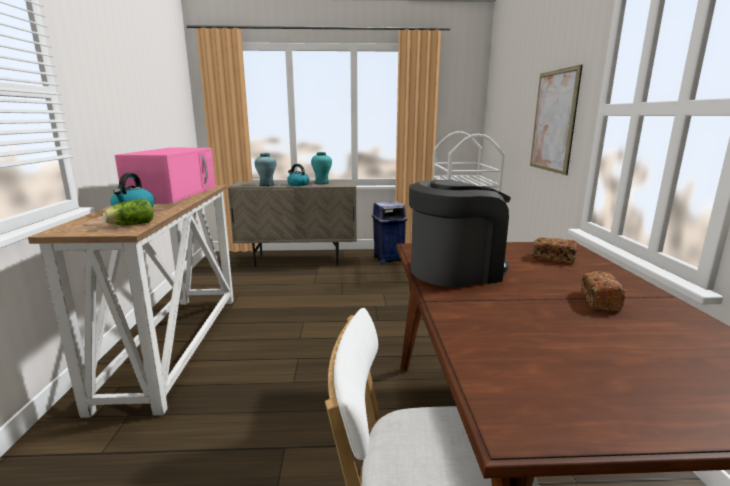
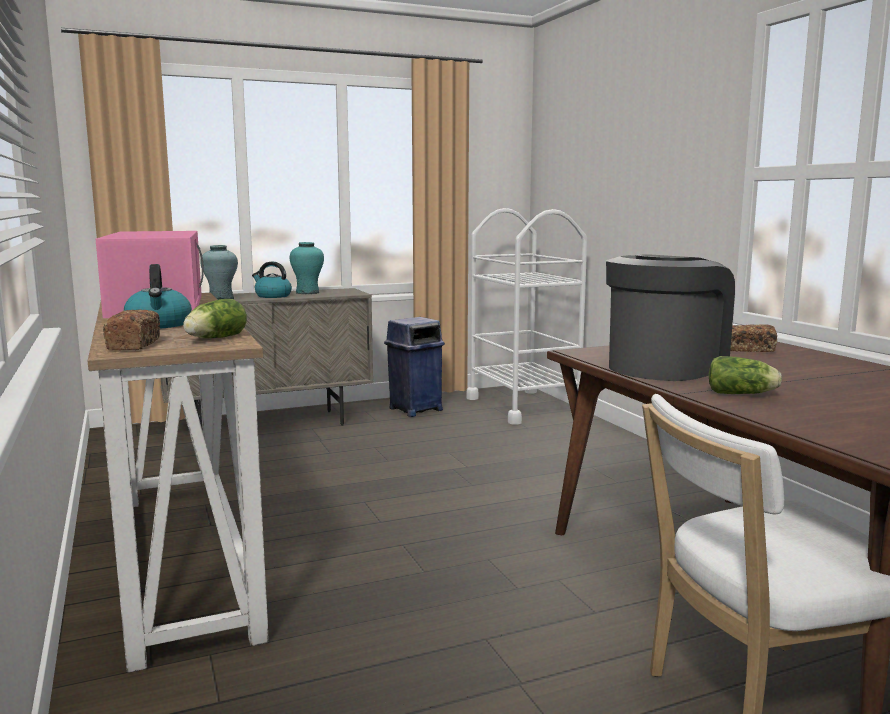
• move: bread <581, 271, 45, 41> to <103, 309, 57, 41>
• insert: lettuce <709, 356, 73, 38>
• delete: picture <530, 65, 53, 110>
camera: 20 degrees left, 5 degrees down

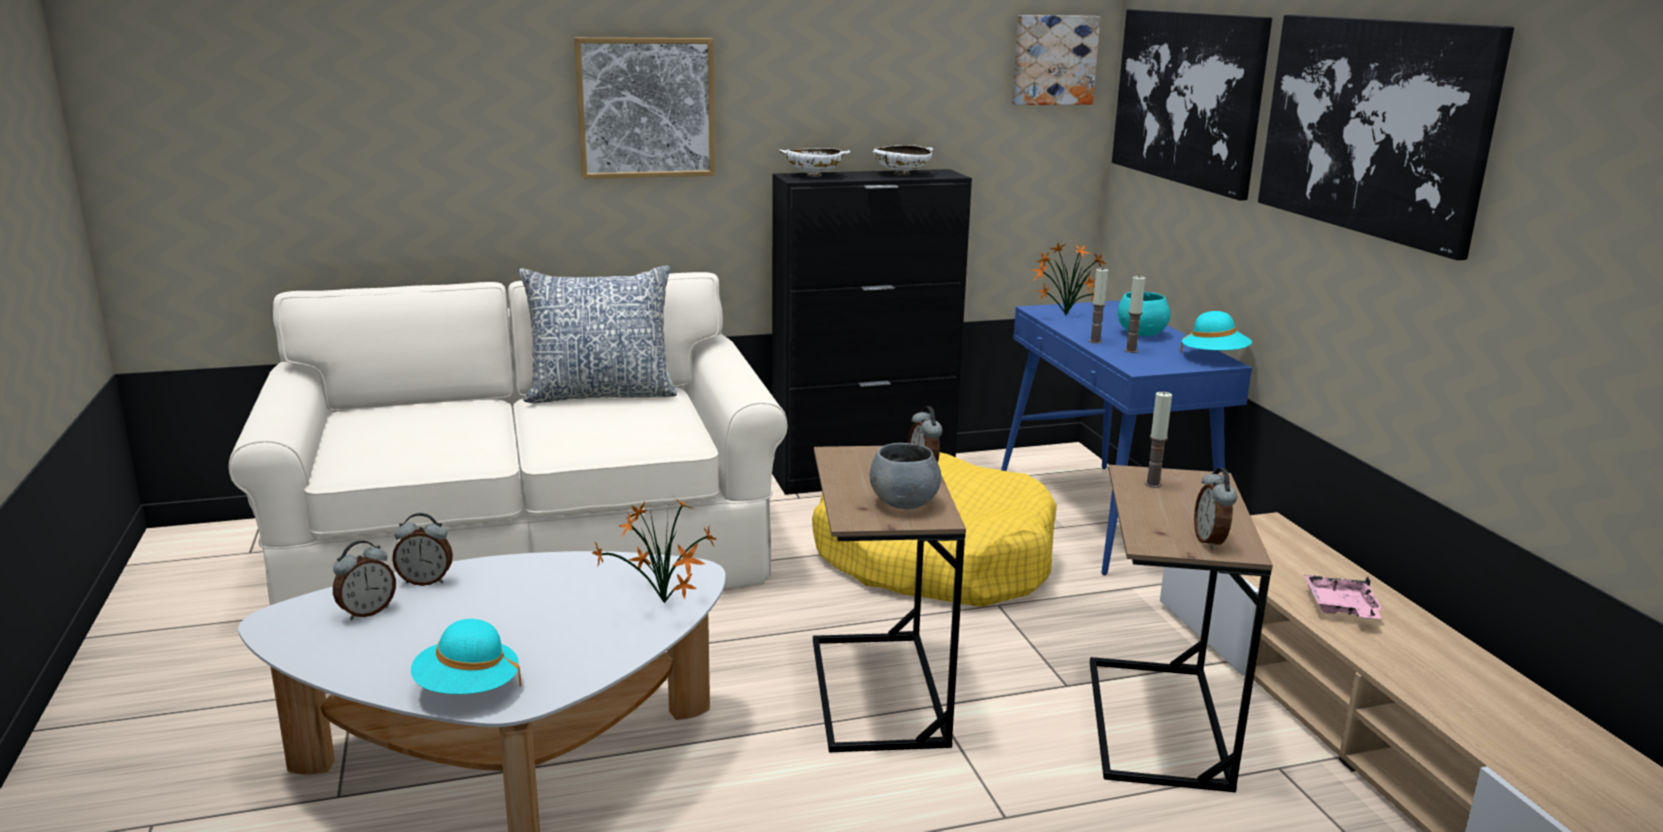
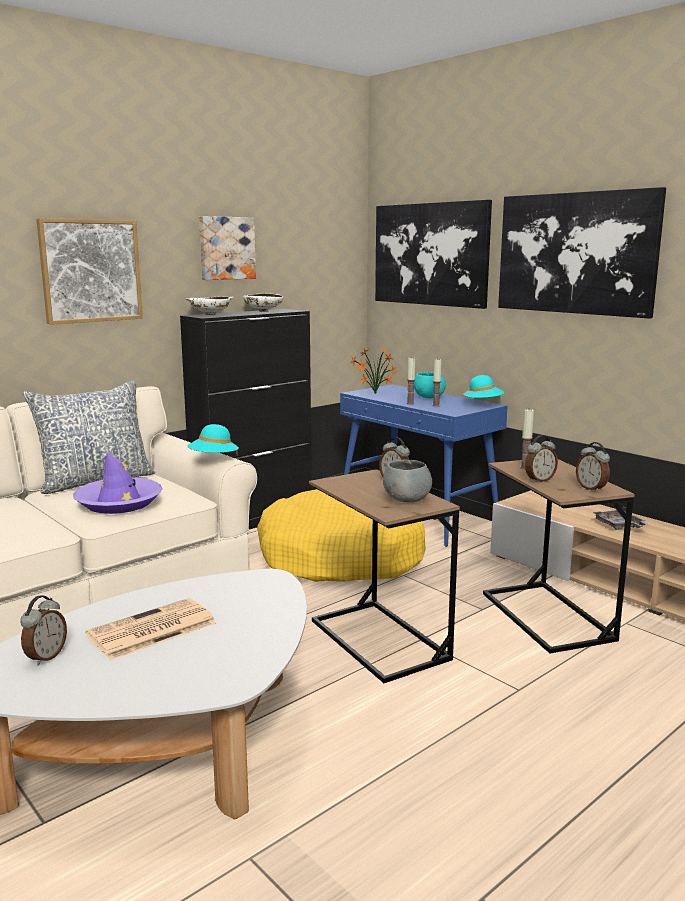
• insert: hat (purple) <73, 453, 89, 61>
• insert: newspaper <85, 598, 131, 62>
• move: hat (turquoise) <411, 619, 110, 75> to <187, 424, 52, 32>
• move: picture <1012, 15, 89, 90> to <199, 216, 57, 64>
• move: alarm clock <392, 513, 61, 73> to <525, 435, 33, 48>
• recolor: tray (pink) <1304, 575, 79, 44> to tray (grey) <592, 507, 57, 23>
• delete: potted plant <592, 497, 124, 106>
camera: 25 degrees left, 5 degrees down

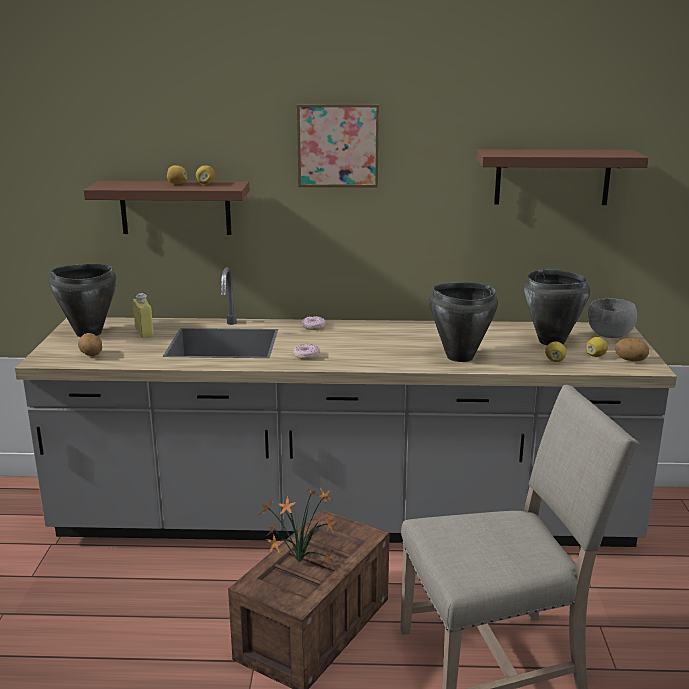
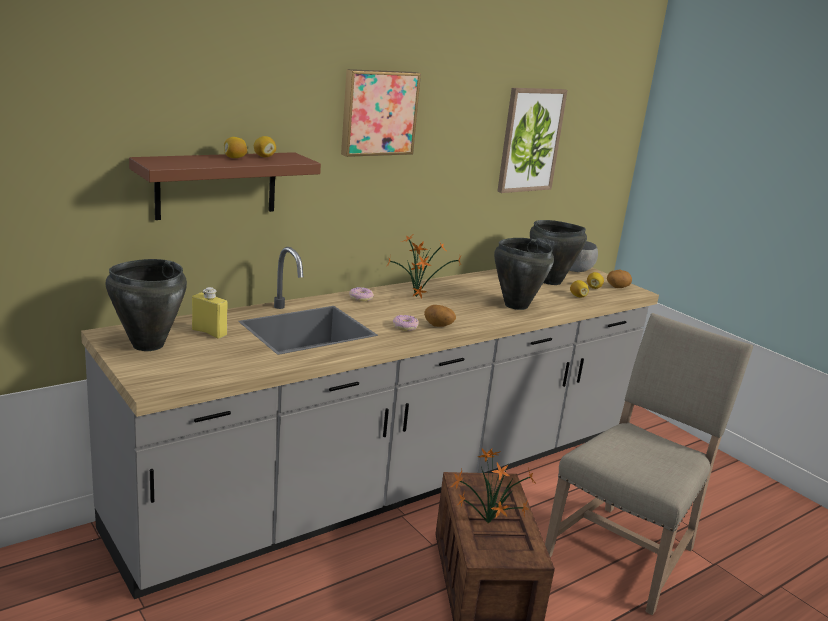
• insert: potted plant <387, 233, 74, 66>
• move: potato <78, 333, 24, 23> to <424, 305, 32, 22>
• replace: shelf (brown) <476, 149, 173, 56> to picture <497, 88, 71, 105>
camera: 40 degrees left, 0 degrees up

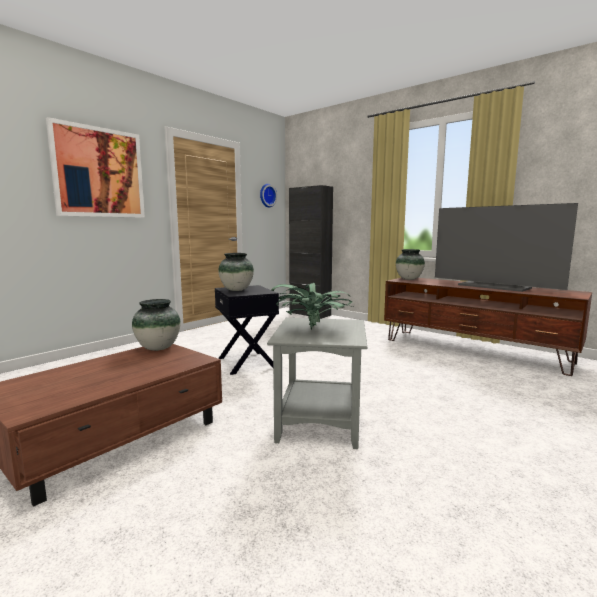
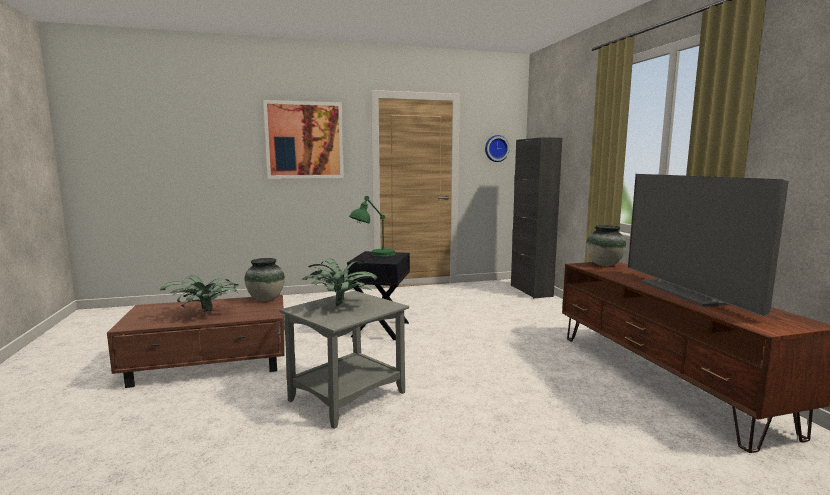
• insert: potted plant <160, 276, 79, 38>
• replace: vase <218, 253, 36, 38> to table lamp (green) <349, 196, 46, 61>
camera: 35 degrees right, 0 degrees up

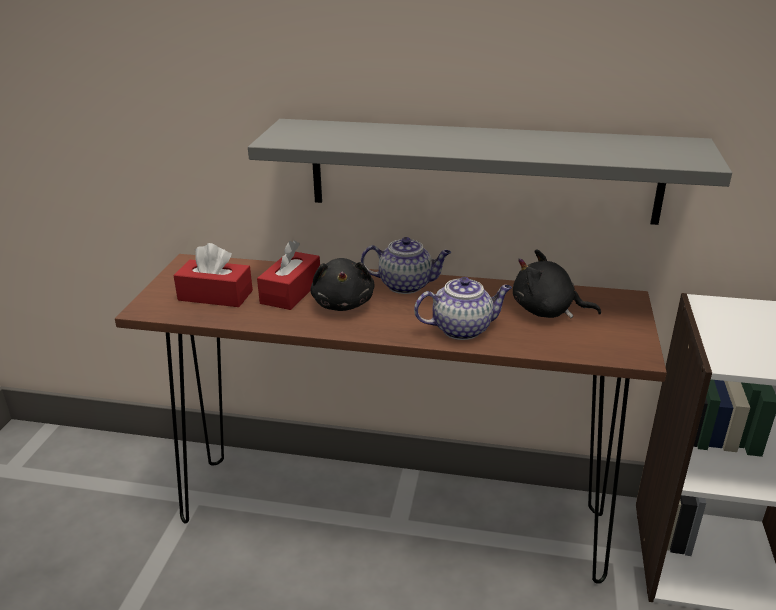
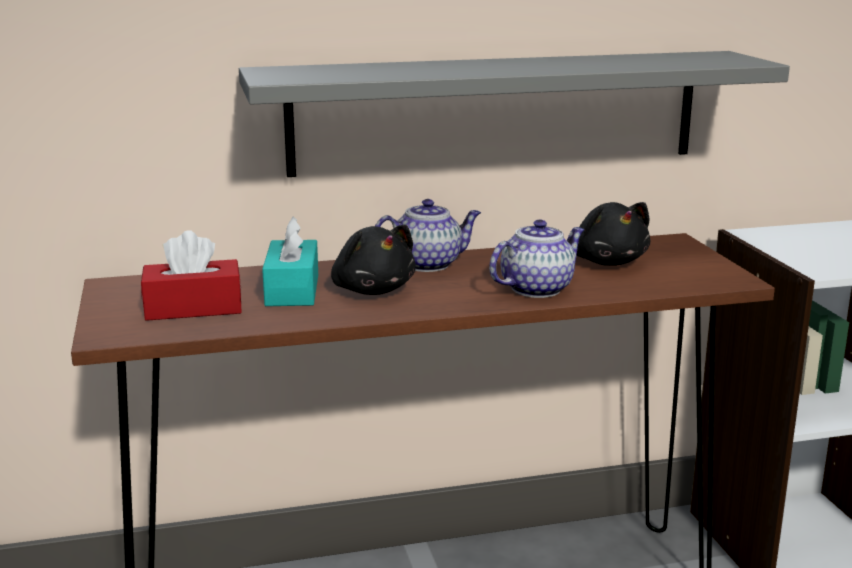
• recolor: tissue box (red) <257, 241, 63, 69> to tissue box (turquoise) <262, 217, 56, 89>
• rotate: plush toy (black) <513, 249, 88, 69> = <577, 202, 73, 64> 105 degrees counterclockwise
camera: 25 degrees left, 10 degrees down

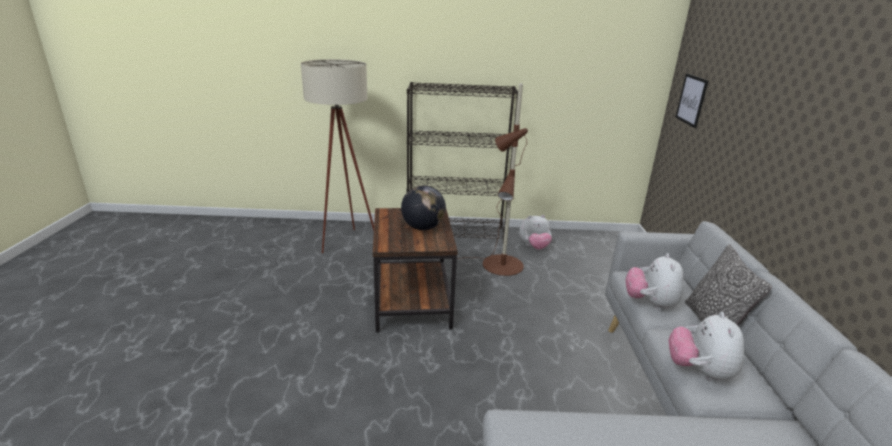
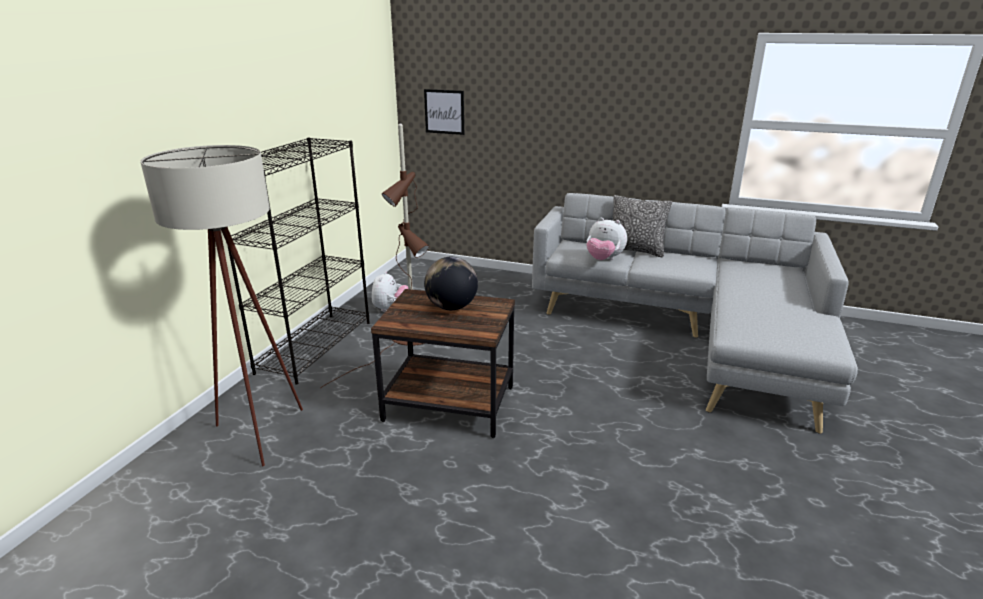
• delete: plush toy <669, 312, 75, 70>
camera: 70 degrees left, 0 degrees up

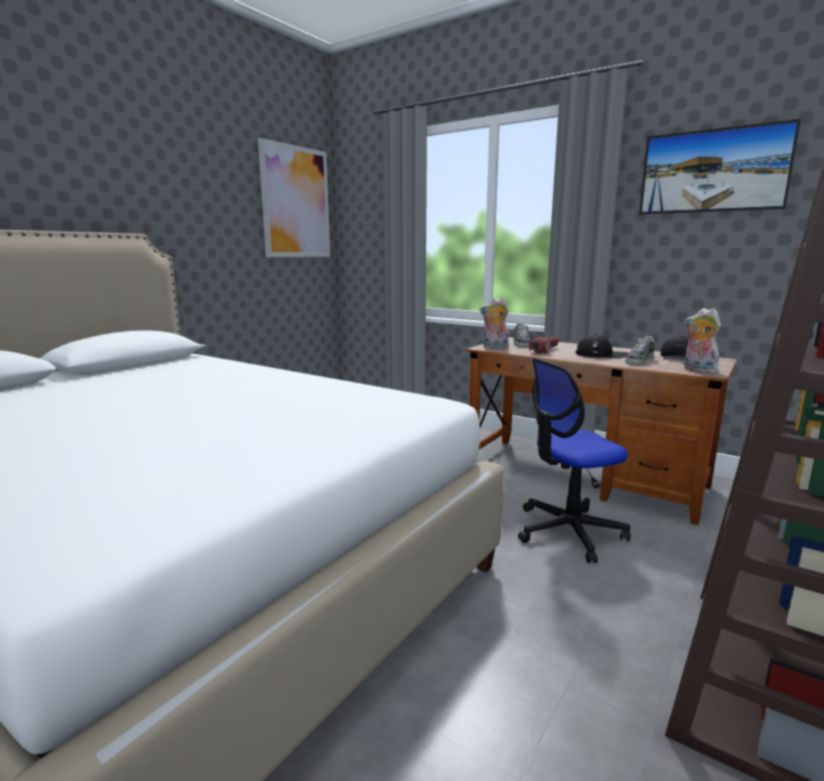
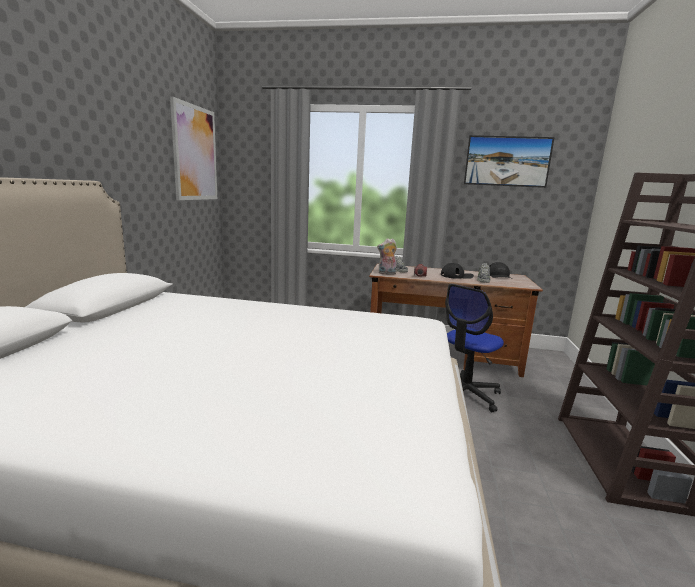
• delete: plush toy <684, 308, 37, 65>
camera: 25 degrees left, 0 degrees up

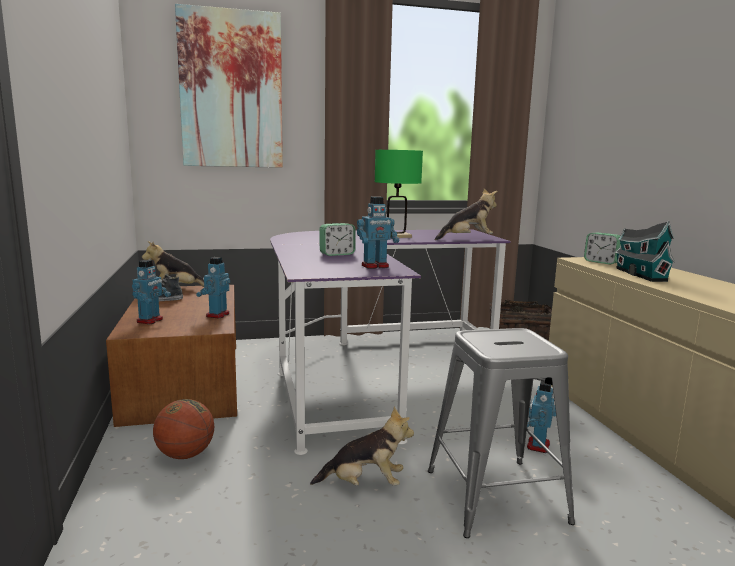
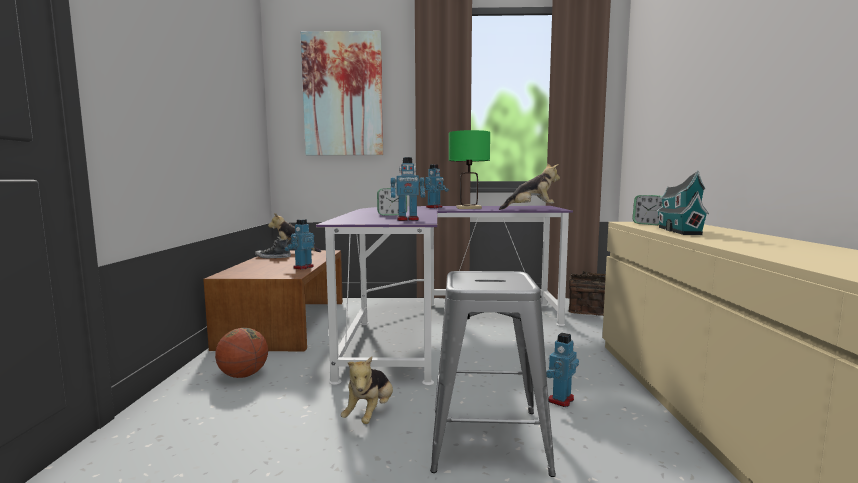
• rotate: plush toy <310, 407, 104, 79> = <341, 356, 52, 68> 90 degrees clockwise
• move: toy robot <132, 260, 39, 64> to <425, 164, 24, 44>
camera: 15 degrees right, 5 degrees down

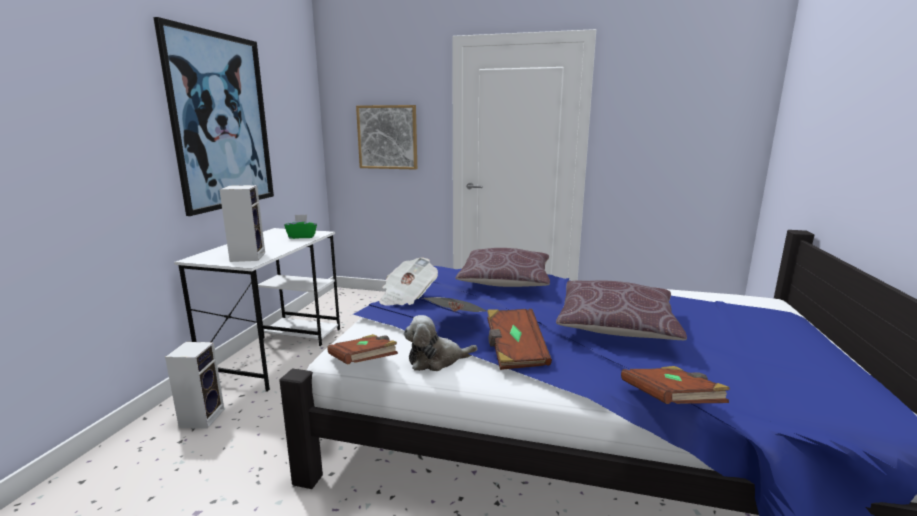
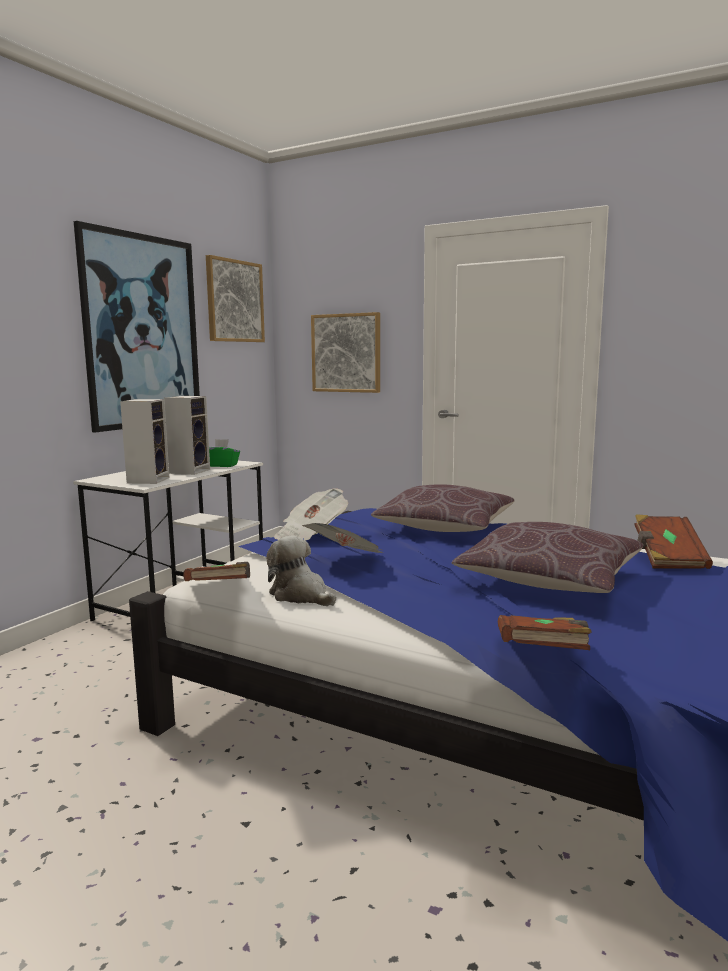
• move: speaker <165, 342, 60, 87> to <164, 396, 46, 79>
• insert: picture <206, 255, 59, 87>
• rotate: plush toy <404, 315, 73, 56> = <266, 535, 70, 71> 45 degrees clockwise
• move: book (brown) <487, 309, 65, 61> to <635, 514, 78, 55>
camera: 15 degrees right, 5 degrees down

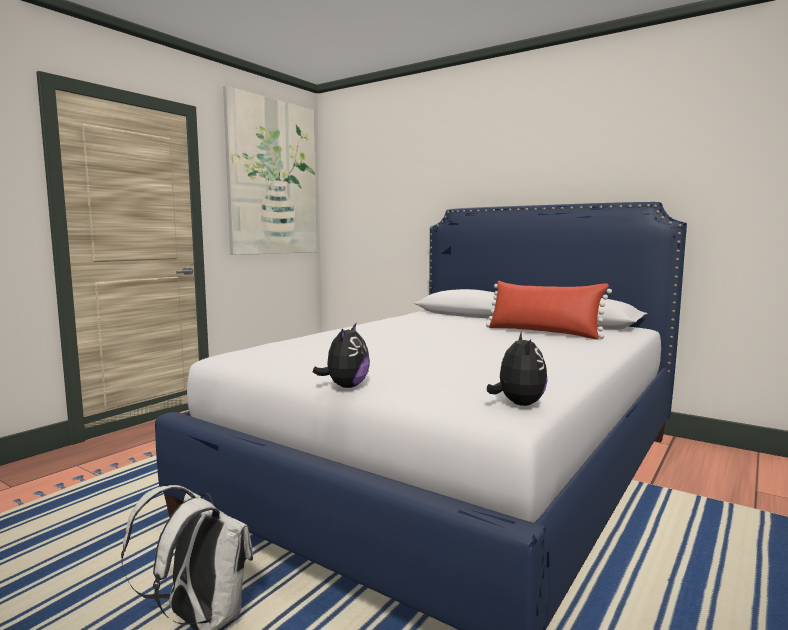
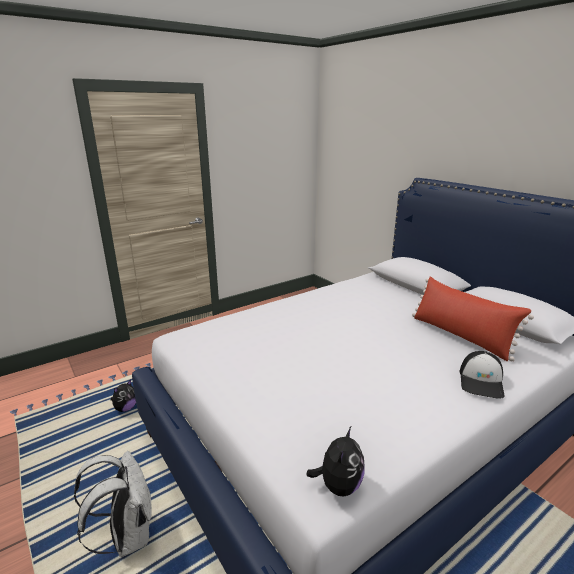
• move: plush toy <313, 323, 57, 65> to <111, 379, 25, 33>
• insert: cap <460, 351, 45, 48>
• delete: picture <223, 86, 94, 169>
camera: 20 degrees right, 15 degrees up

